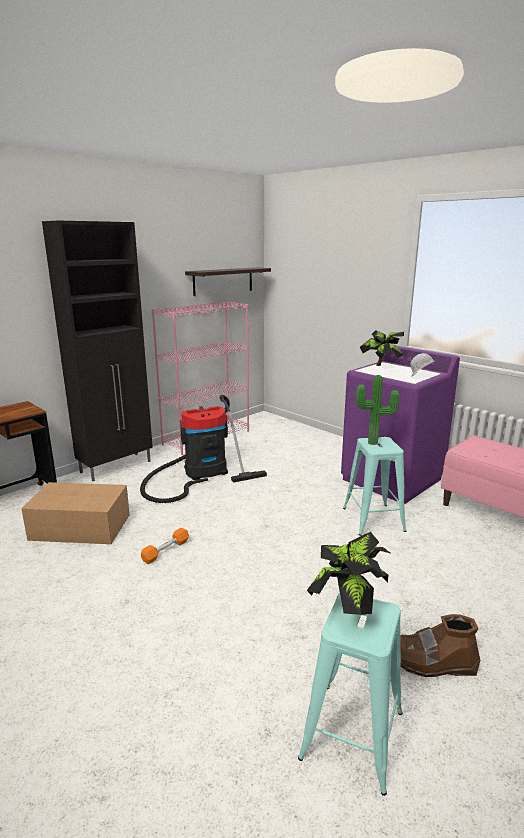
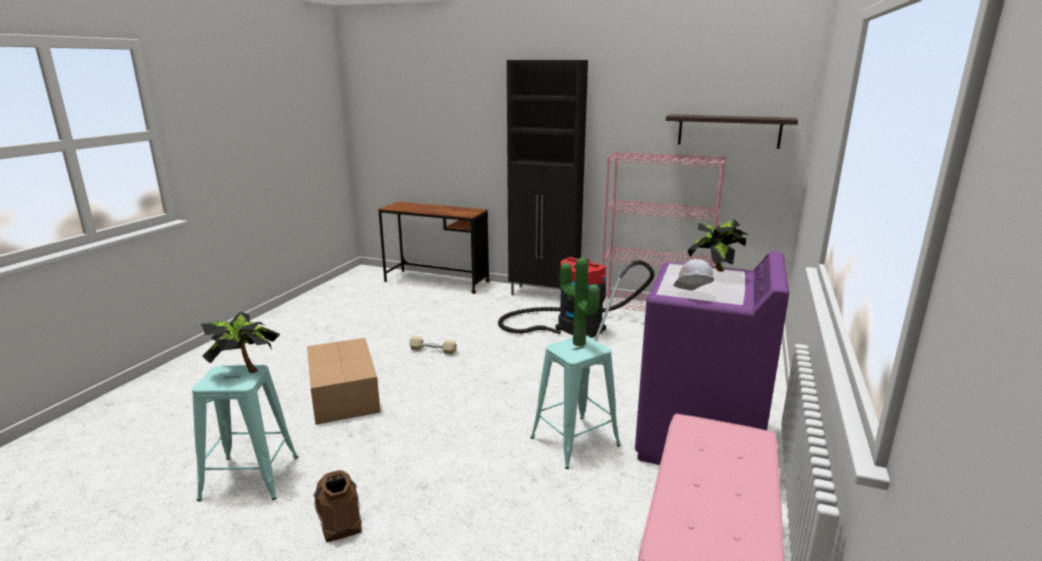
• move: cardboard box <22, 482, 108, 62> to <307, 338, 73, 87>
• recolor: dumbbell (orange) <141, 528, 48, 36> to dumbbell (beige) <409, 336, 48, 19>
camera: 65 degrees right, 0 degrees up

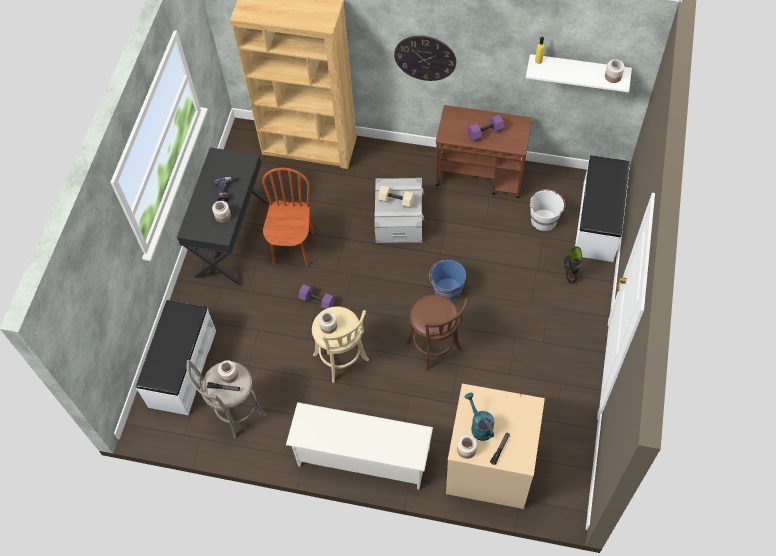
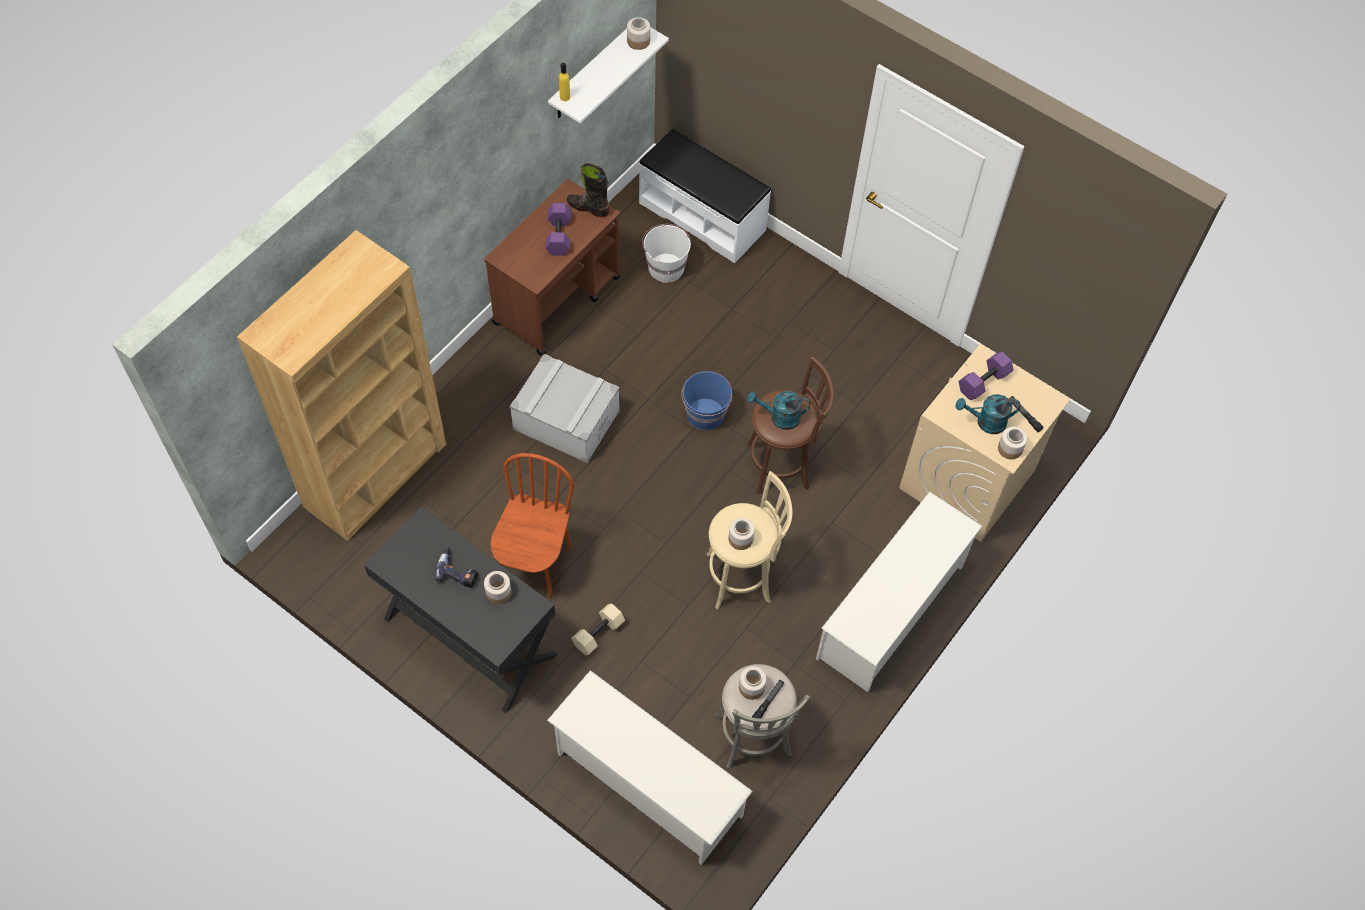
• rotate: chair (brown) <262, 168, 52, 98> = <490, 453, 84, 146> 75 degrees clockwise
• replace: bench (white) <136, 300, 80, 115> to shoe rack (white) <547, 670, 206, 195>
• move: boot (black) <564, 246, 18, 38> to <567, 163, 43, 54>
• move: dumbbell (beige) <378, 185, 37, 23> to <571, 603, 54, 52>
• insert: watering can (turquoise) <747, 391, 63, 39>
• move: dumbbell (purple) <298, 284, 38, 25> to <959, 351, 54, 49>
• delete: wall clock <394, 36, 62, 45>
camera: 70 degrees left, 0 degrees up

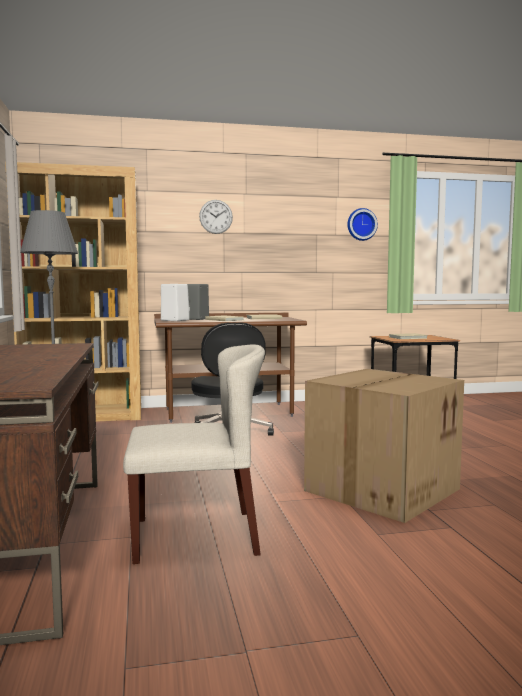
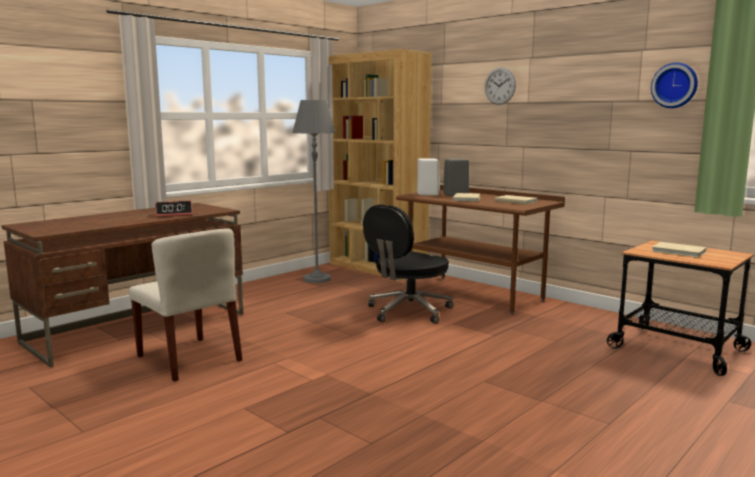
• insert: alarm clock <155, 201, 38, 16>
• delete: cardboard box <304, 369, 160, 154>
camera: 55 degrees right, 5 degrees up

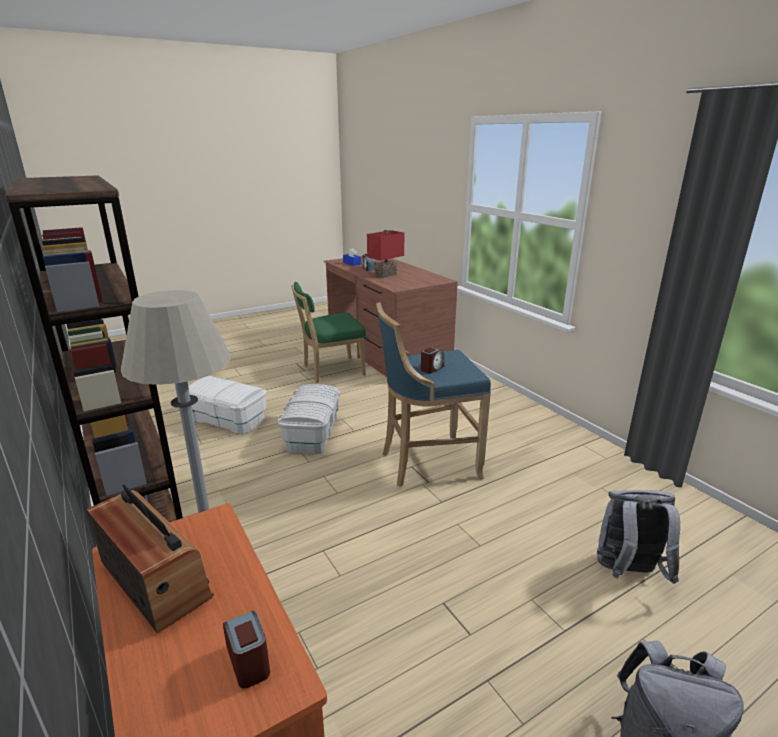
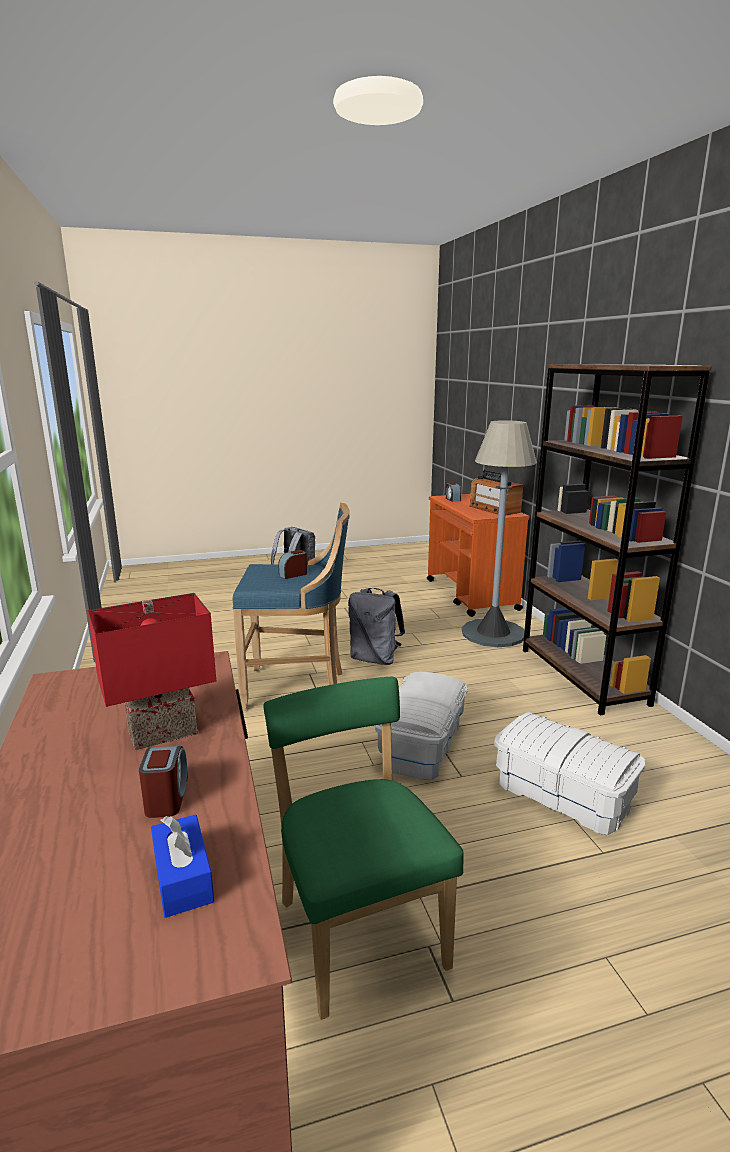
• rotate: chair (green) <291, 282, 75, 101> = <264, 677, 200, 343> 105 degrees counterclockwise
• move: backpack (grey) <597, 490, 83, 94> to <348, 588, 57, 77>
camera: 165 degrees left, 5 degrees down

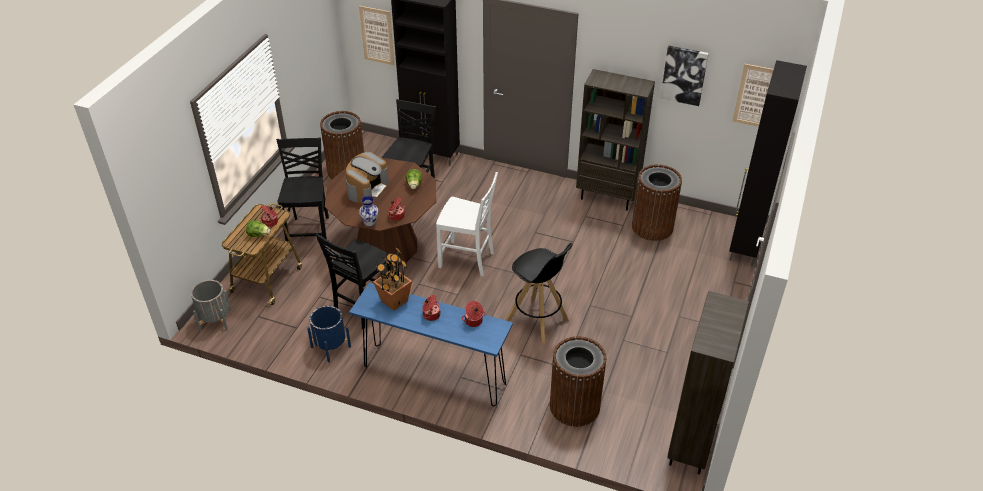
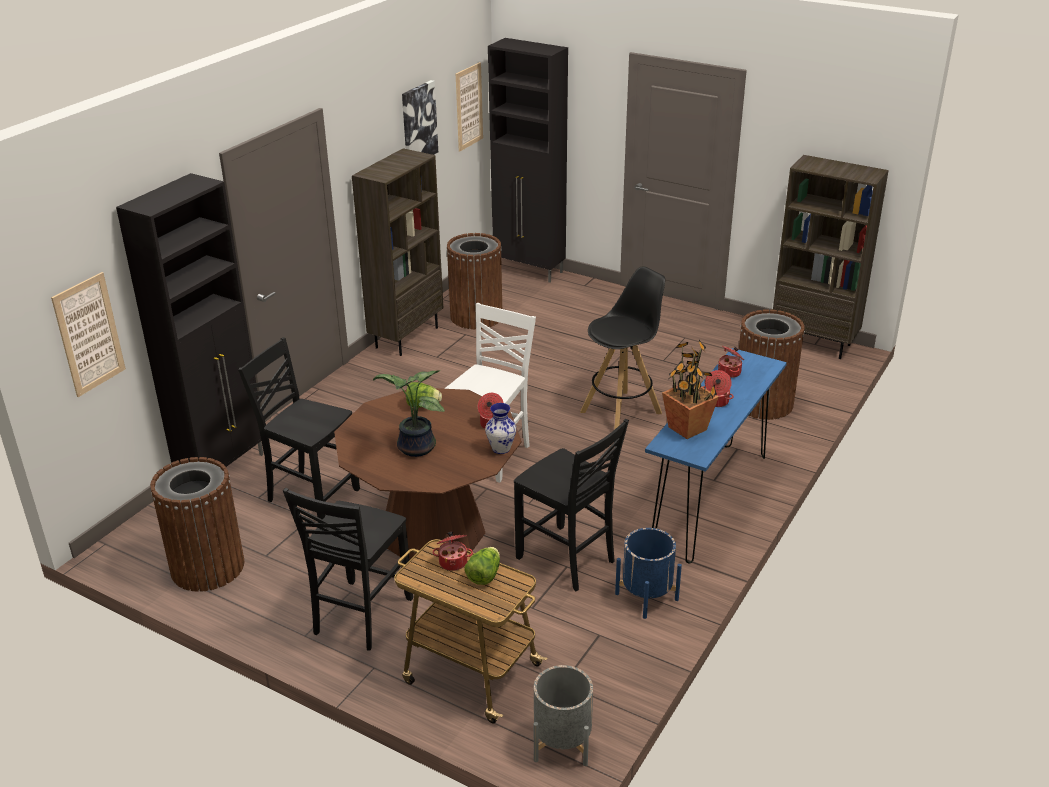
• rotate: chair (black) <276, 137, 53, 105> = <283, 488, 130, 163> 75 degrees counterclockwise
• replace: coffee machine <346, 152, 43, 52> to potted plant <373, 370, 72, 87>
camera: 80 degrees left, 10 degrees down

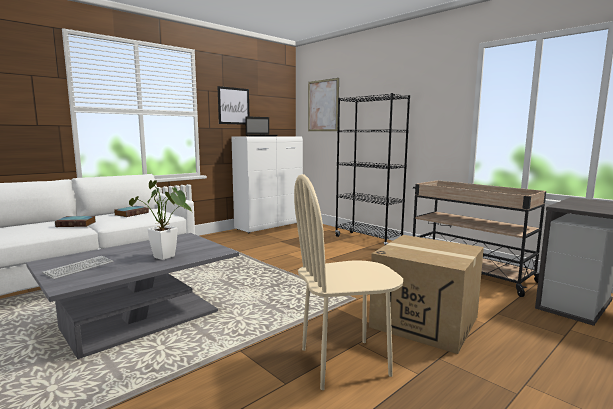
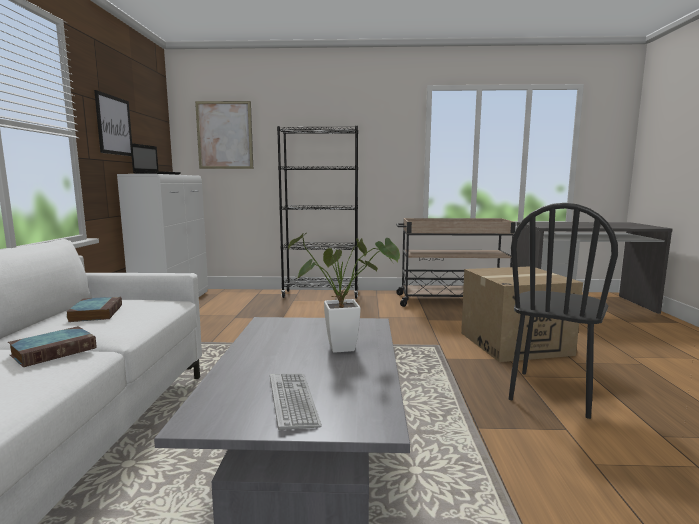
• recolor: chair (beige) <294, 174, 109, 216> to chair (black) <509, 203, 109, 216>
camera: 45 degrees left, 0 degrees up

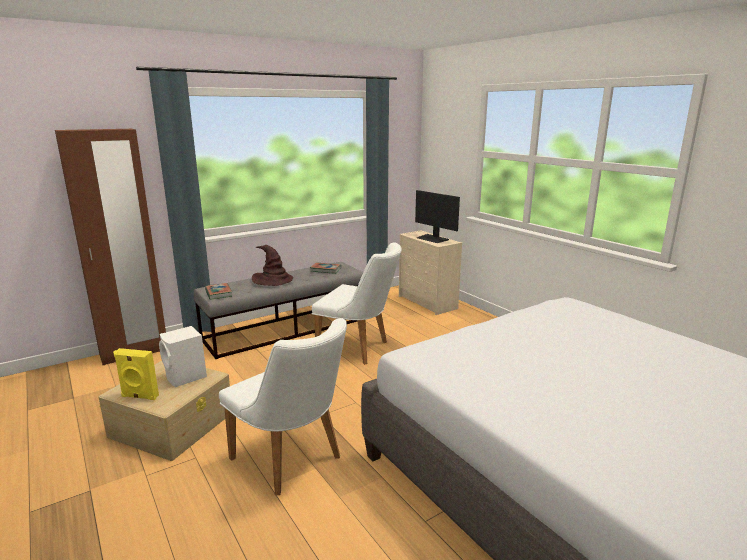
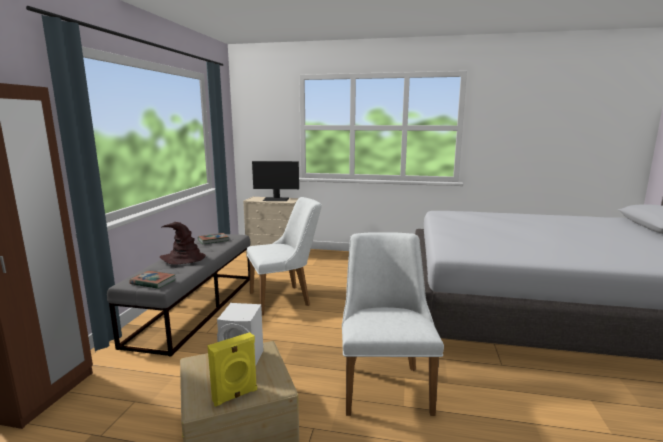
• rotate: chair (white) <219, 318, 128, 177> = <342, 232, 102, 184> 90 degrees counterclockwise
camera: 45 degrees left, 5 degrees down

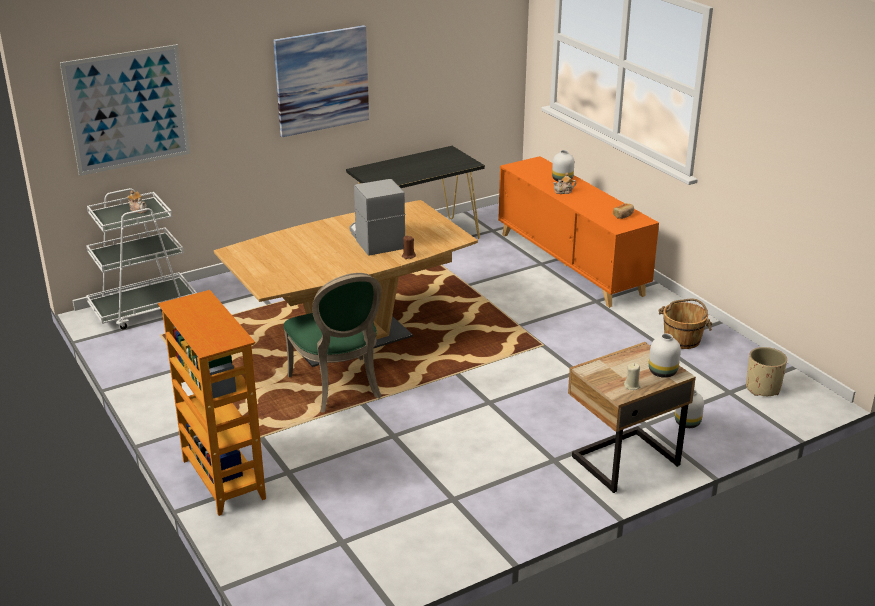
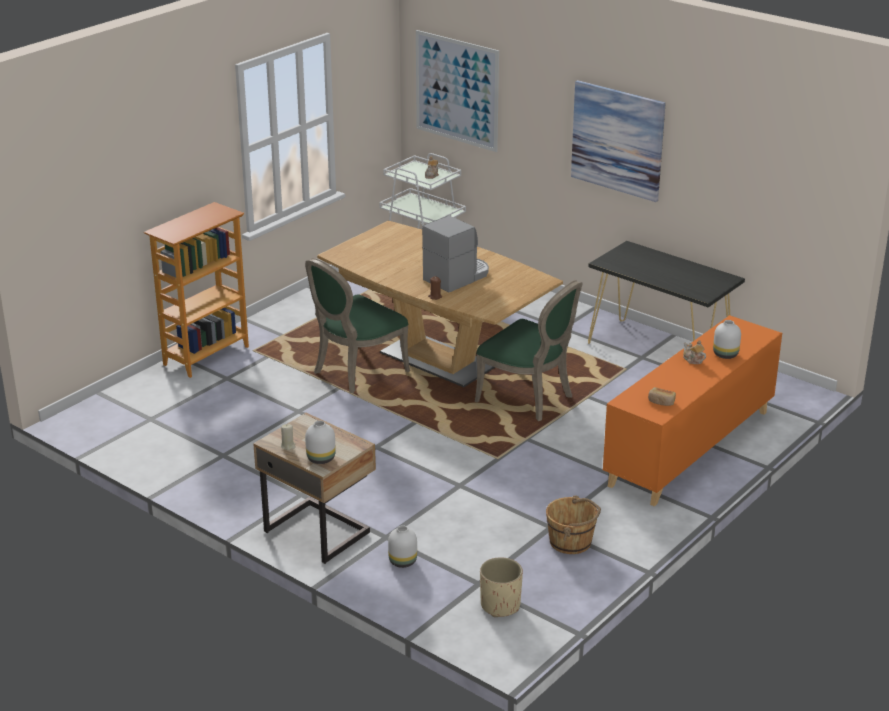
• insert: chair (green) <475, 280, 107, 141>
camera: 70 degrees right, 0 degrees up

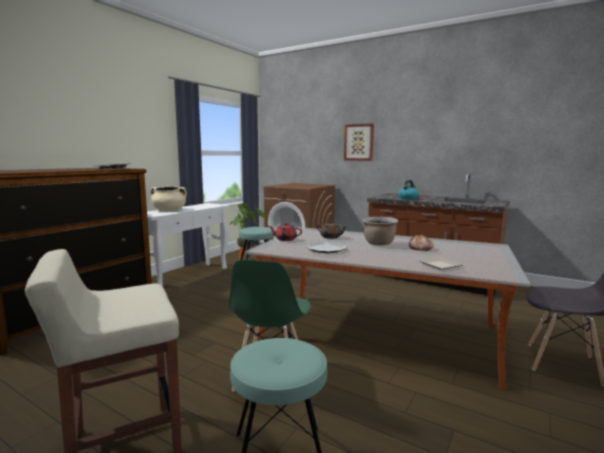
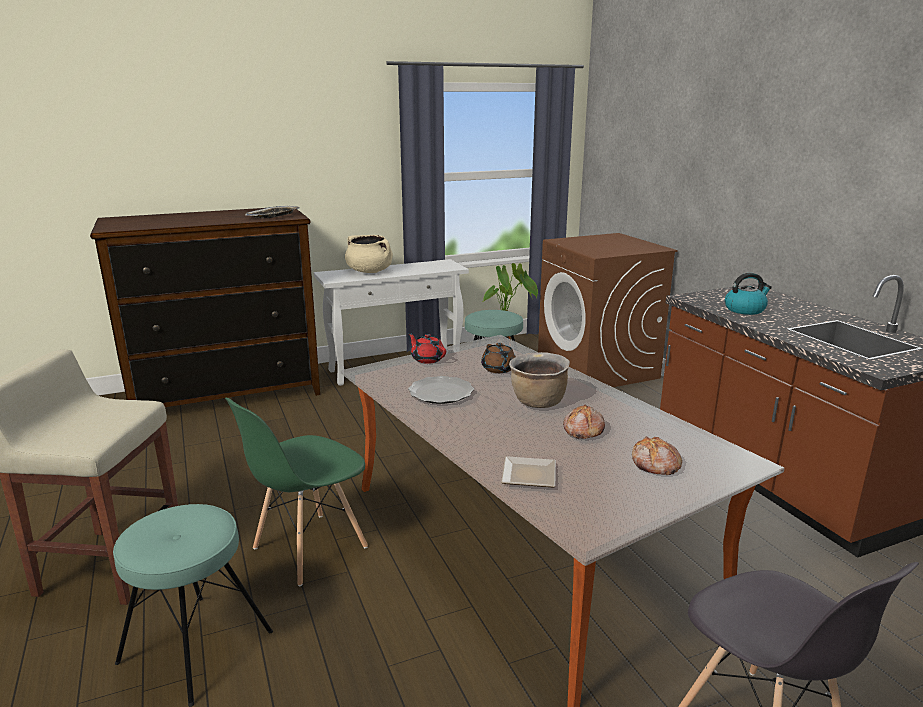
• insert: bread <632, 436, 50, 39>
• delete: picture <344, 124, 30, 37>
camera: 35 degrees right, 10 degrees up

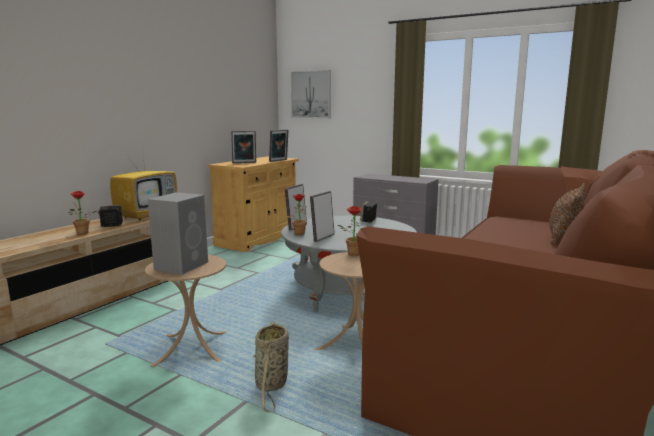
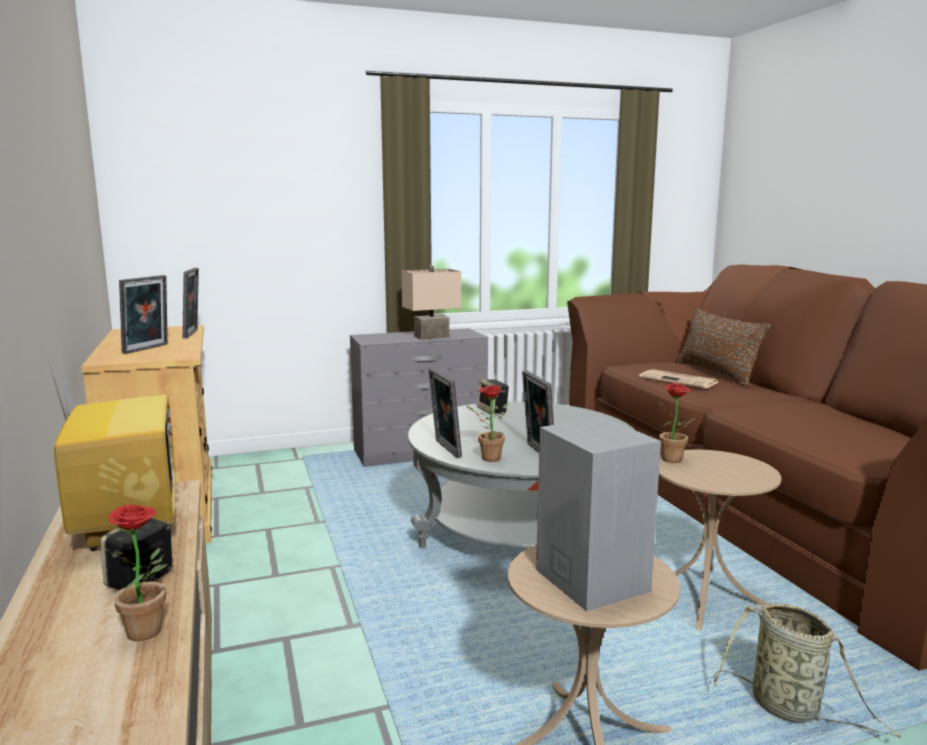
• insert: table lamp (beige) <401, 266, 60, 74>
• insert: newspaper <639, 369, 79, 19>
• delete: picture <291, 70, 40, 48>
camera: 50 degrees left, 0 degrees up

